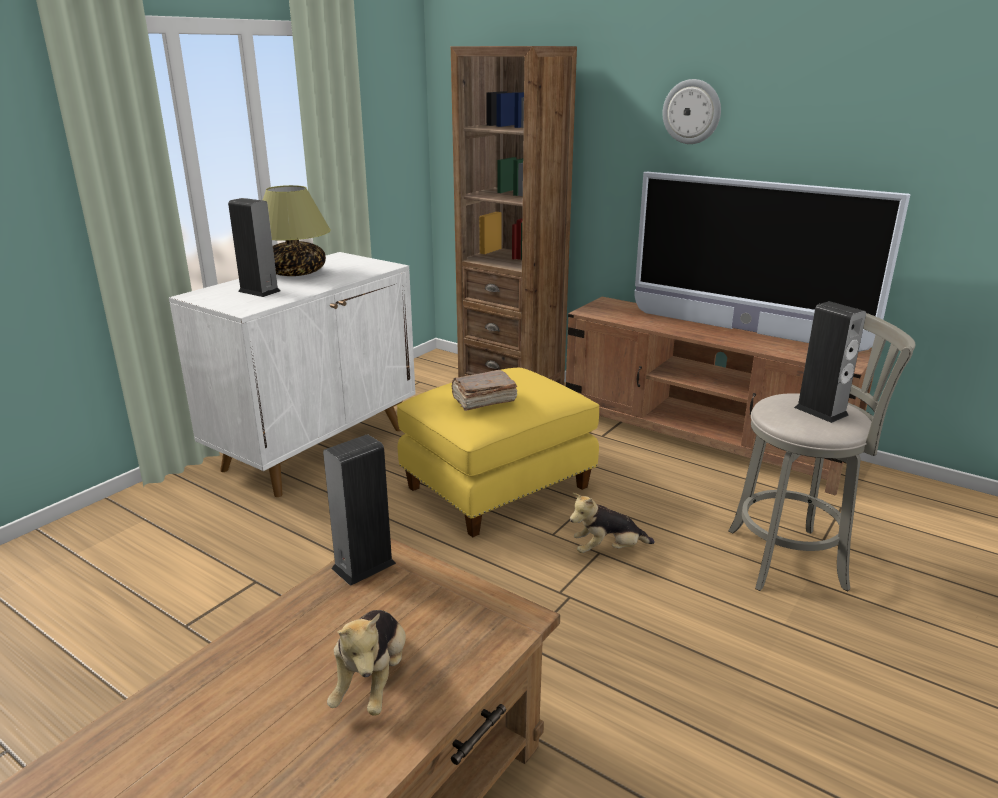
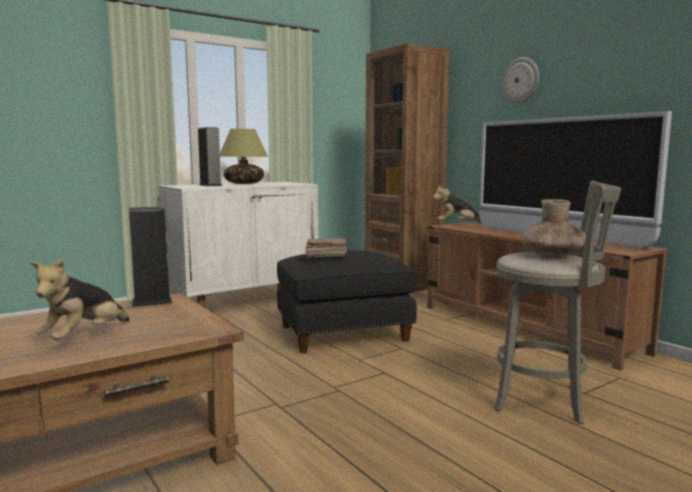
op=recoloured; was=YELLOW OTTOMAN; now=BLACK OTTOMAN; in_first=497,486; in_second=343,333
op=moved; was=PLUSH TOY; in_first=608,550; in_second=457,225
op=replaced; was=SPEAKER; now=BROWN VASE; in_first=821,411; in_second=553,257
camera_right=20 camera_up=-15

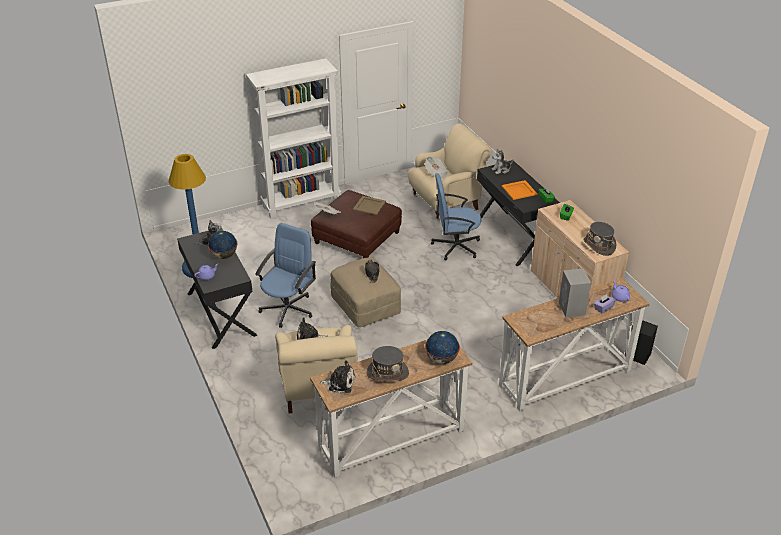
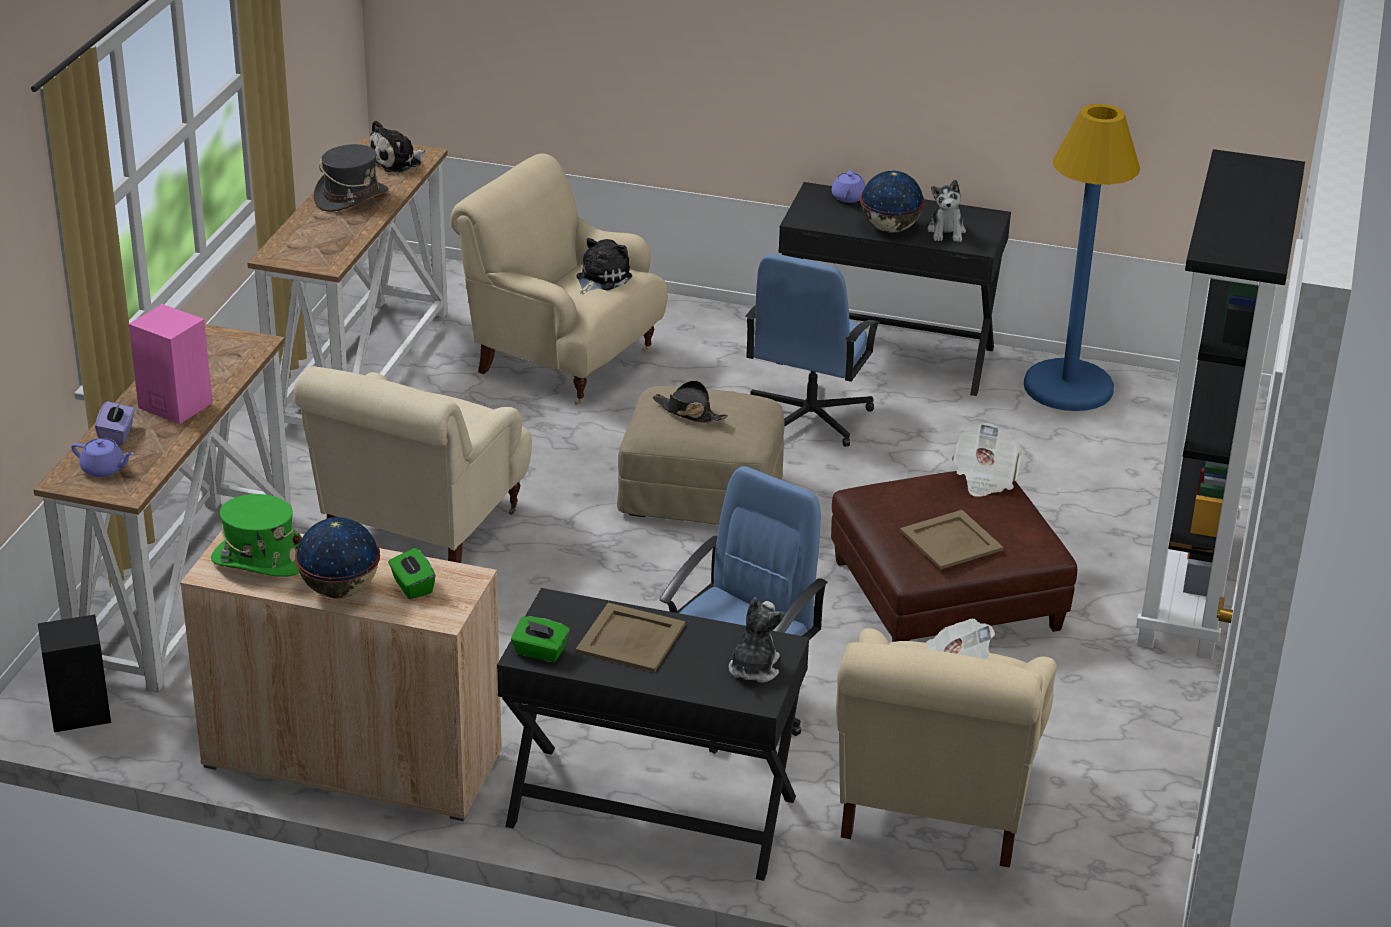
op=recoloured; was=GREY SPEAKER; now=PINK SPEAKER; in_first=572,309; in_second=174,405
op=recoloured; was=GREY HAT; now=GREEN HAT; in_first=599,245; in_second=260,560
op=added; now=BEIGE ARMCHAIR; in_second=420,530
op=moved; was=GLOBE; in_first=441,359; in_second=340,590
op=recoloured; was=ORANGE TRAY; now=BEIGE TRAY; in_first=519,190; in_second=632,638
op=turned; was=BLUE OFFICE CHAIR; in_first=288,309; in_second=808,418; clockwise=45
op=recoloured; was=WHITE BOOKCASE; now=BLACK BOOKCASE; in_first=301,203; in_second=1188,591
camera_right=130 camera_up=-5

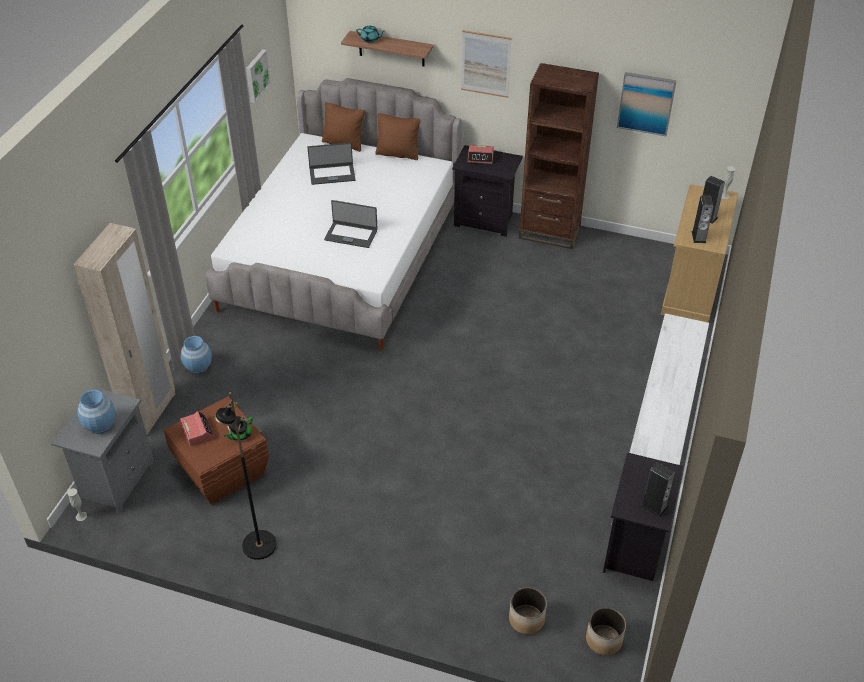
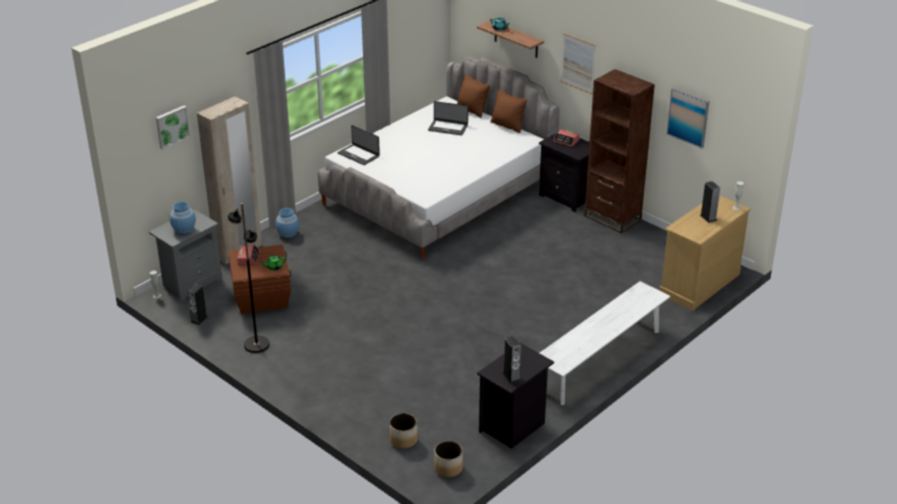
op=moved; was=PICTURE; in_first=256,75; in_second=172,126
op=moved; was=SPEAKER; in_first=698,237; in_second=199,319
op=moved; was=LAPTOP; in_first=351,235; in_second=359,154
camera_right=25 camera_up=-10

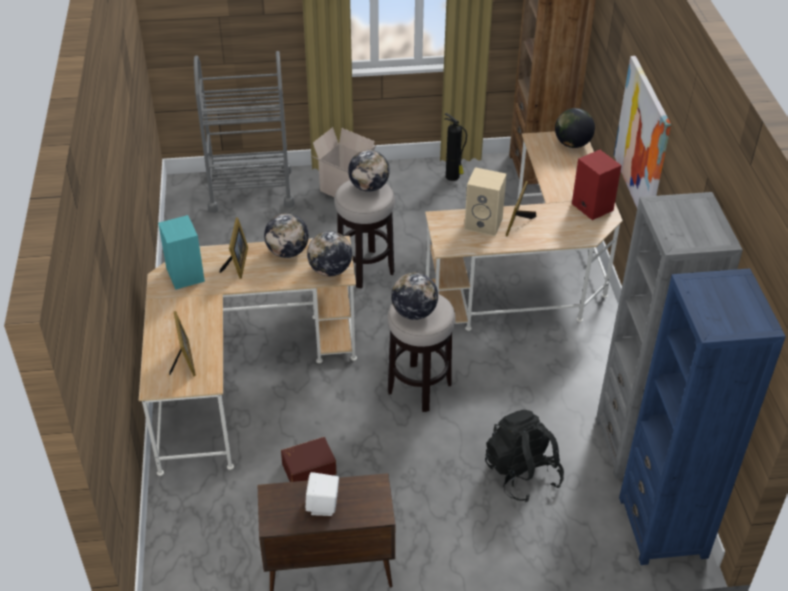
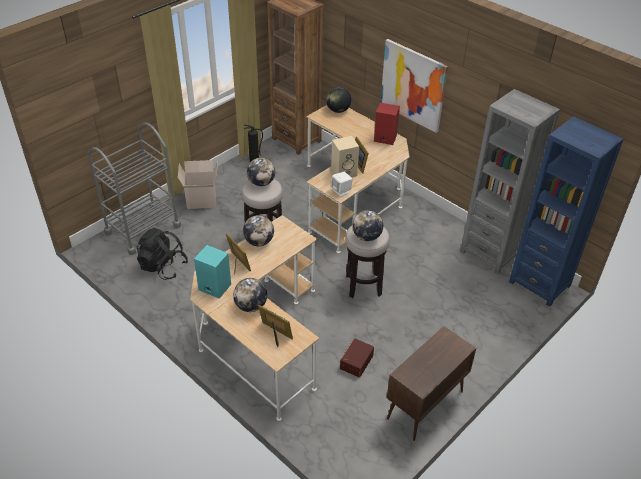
op=moved; was=BLACK BACKPACK; in_first=522,474; in_second=163,267
op=moved; was=GLOBE; in_first=330,270; in_second=251,306
op=moved; was=WHITE SPEAKER; in_first=323,506; in_second=341,191
camera_right=-40 camera_up=0

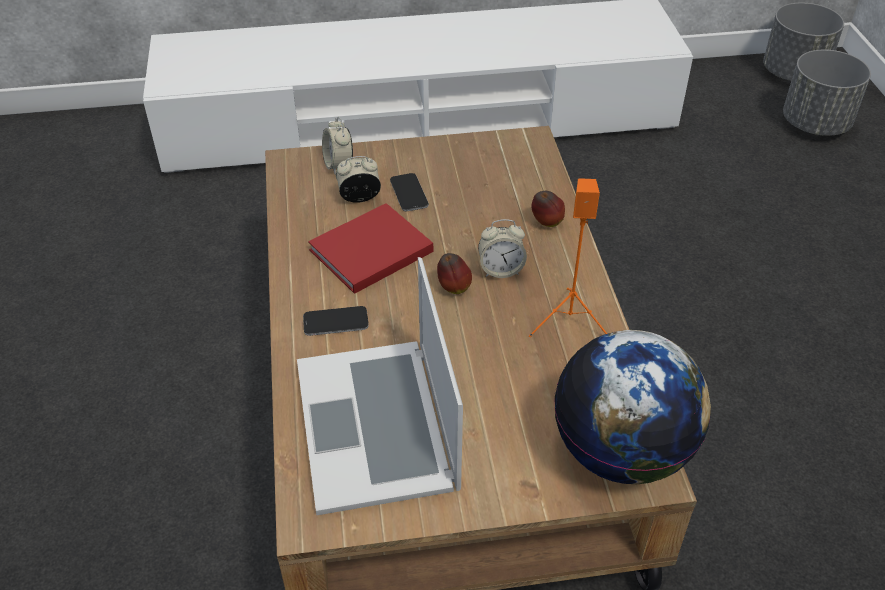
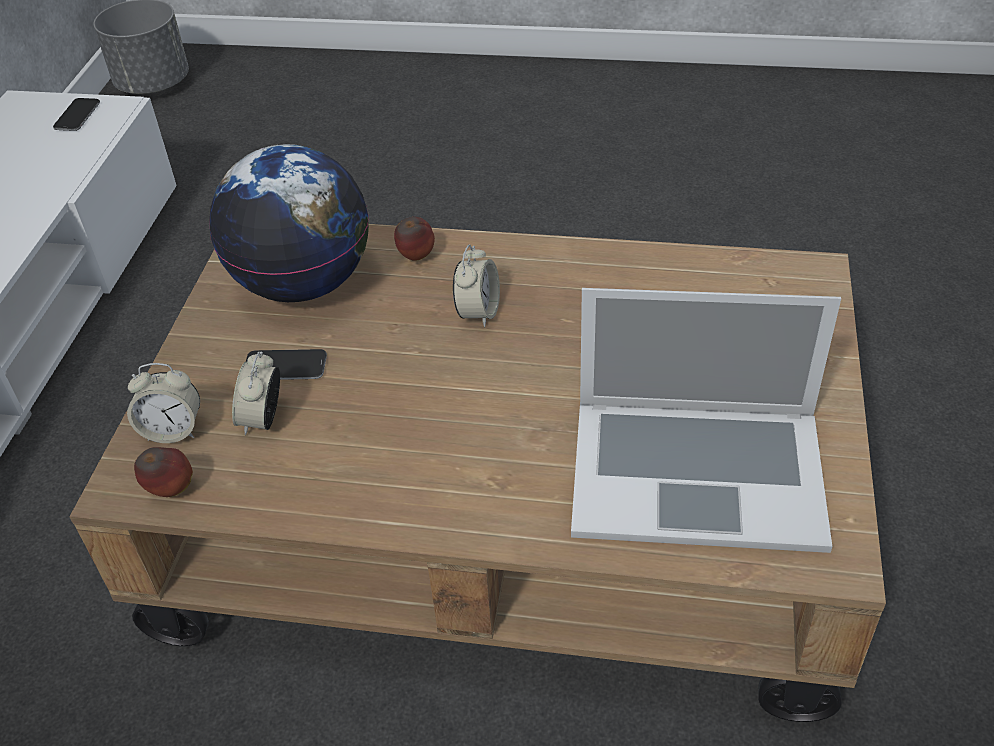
op=moved; was=PHONE; in_first=335,322; in_second=77,116
op=moved; was=APPLE; in_first=453,288; in_second=171,490
op=moved; was=GLOBE; in_first=622,452; in_second=304,283
op=removed; was=RED BOOK; in_first=368,252
op=removed; was=ORANGE SPEAKER; in_first=570,321
op=removed; was=GREY PLANTER; in_first=815,124
camera_right=-70 camera_up=0

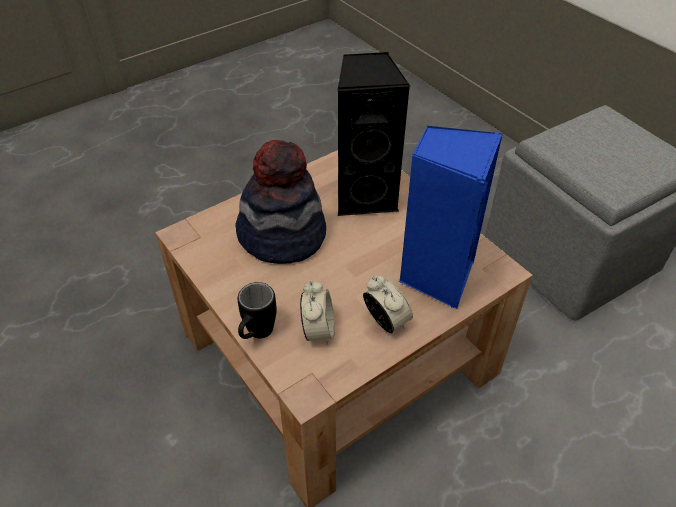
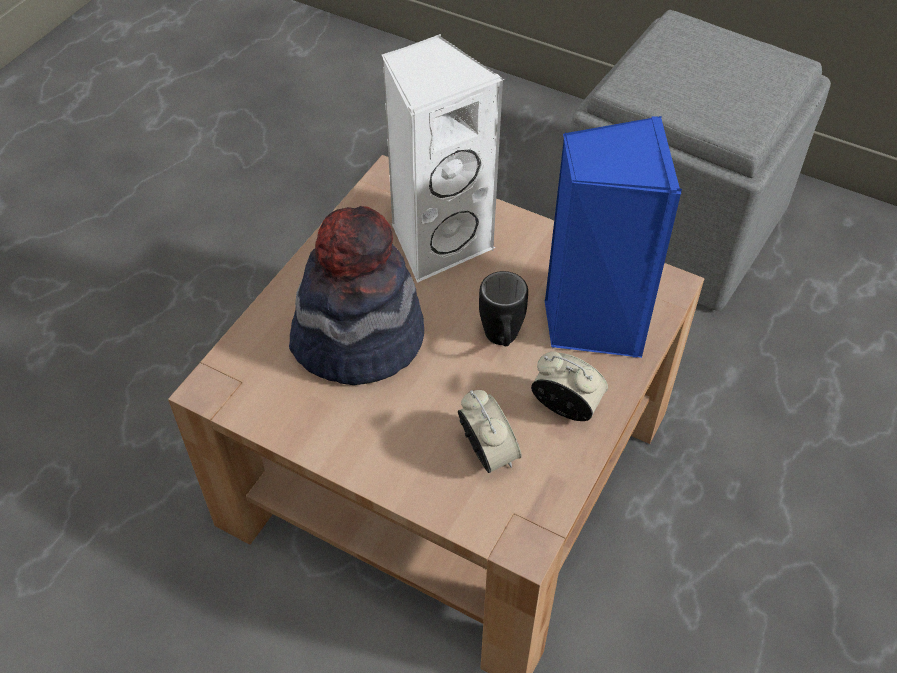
op=recoloured; was=BLACK SPEAKER; now=WHITE SPEAKER; in_first=365,196; in_second=437,241
op=moved; was=BLACK MUG; in_first=256,335; in_second=502,341
camera_right=-25 camera_up=5

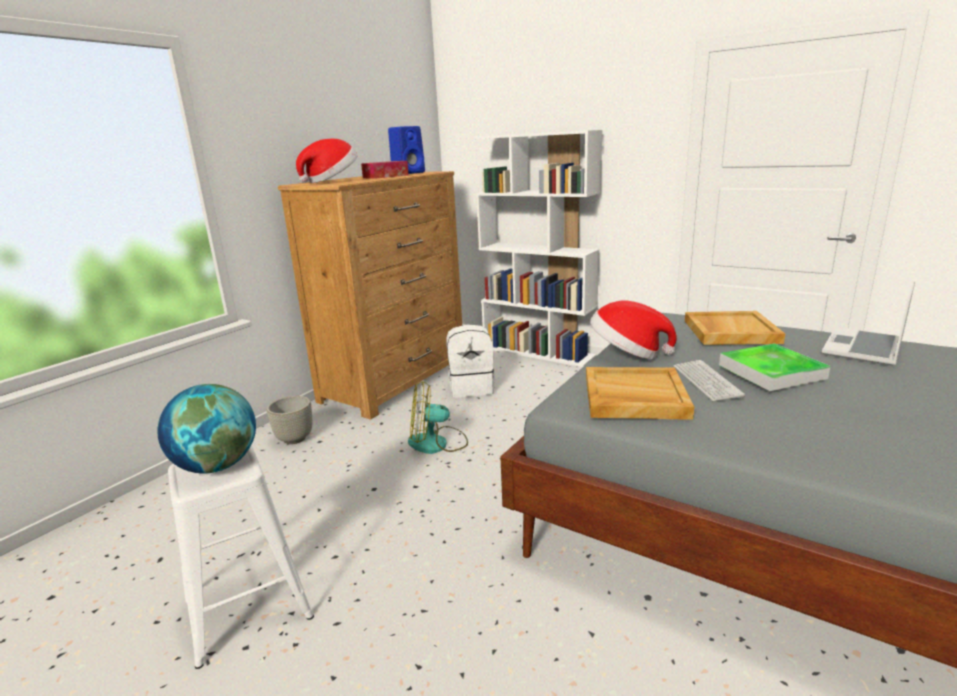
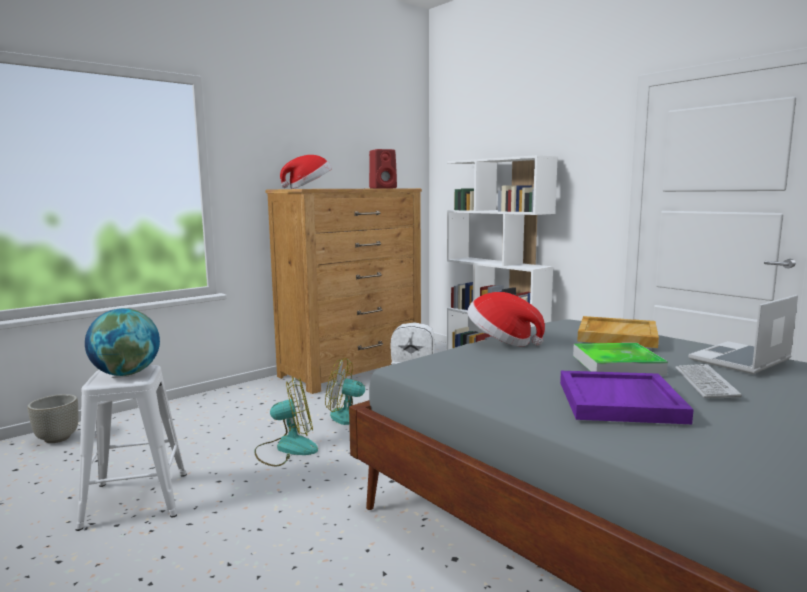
op=moved; was=GREY PLANTER; in_first=295,439; in_second=58,438
op=added; now=FAN; in_second=286,449
op=recoloured; was=BLUE SPEAKER; now=RED SPEAKER; in_first=409,173; in_second=383,188
op=added; now=PURPLE TRAY; in_second=621,402
op=moved; was=KEYBOARD; in_first=706,381; in_second=705,382
op=removed; was=TISSUE BOX; in_first=385,176
op=removed; was=BEIGE TRAY; in_first=633,397
camera_right=15 camera_up=-10

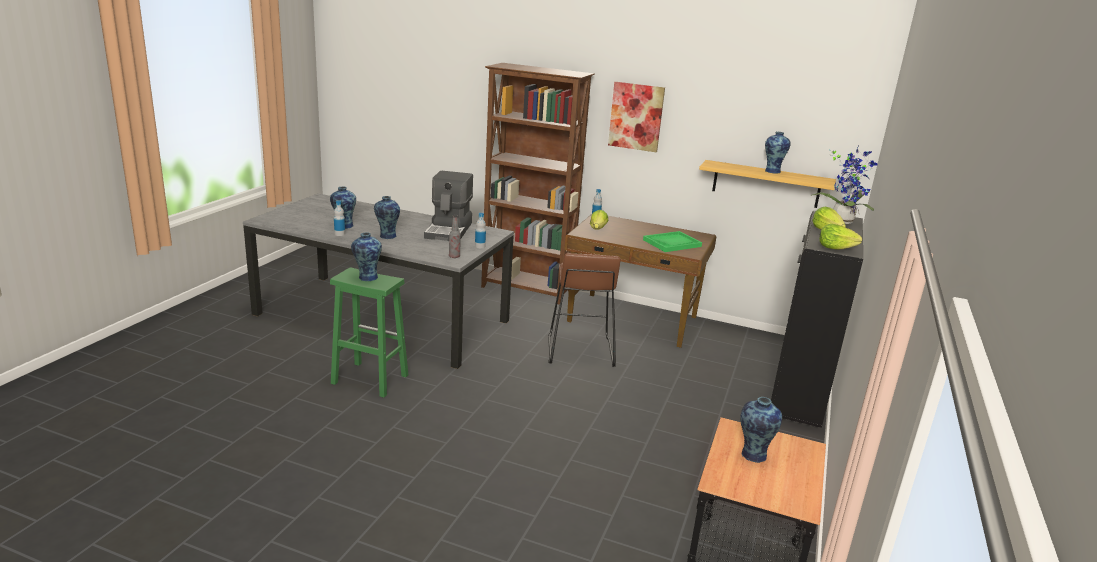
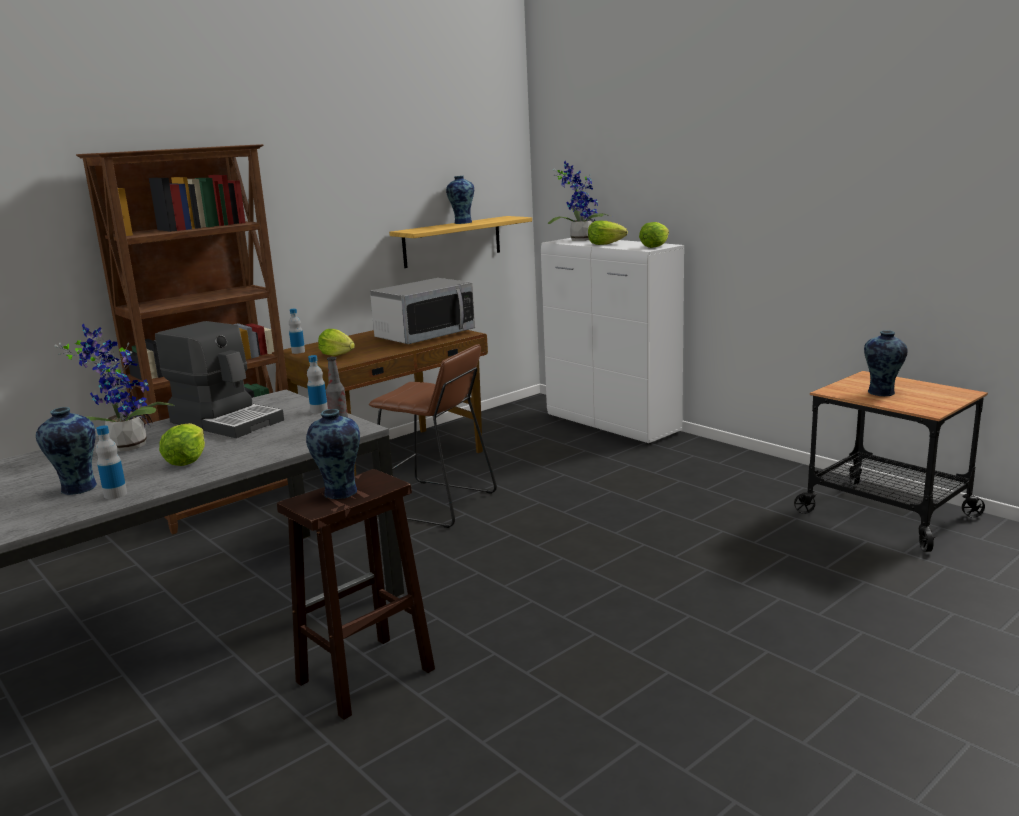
op=added; now=POTTED PLANT; in_second=125,445
op=replaced; was=VASE; now=LETTUCE; in_first=387,236; in_second=186,461
op=recoloured; was=GREEN STOOL; now=BROWN STOOL; in_first=369,379; in_second=364,677
op=replaced; was=GREEN TRAY; now=MICROWAVE; in_first=672,243; in_second=425,335
op=recoloured; was=BLACK CABINET; now=WHITE CABINET; in_first=798,392; in_second=613,425
op=removed; was=PICTURE; in_first=636,116
camera_right=-60 camera_up=-5

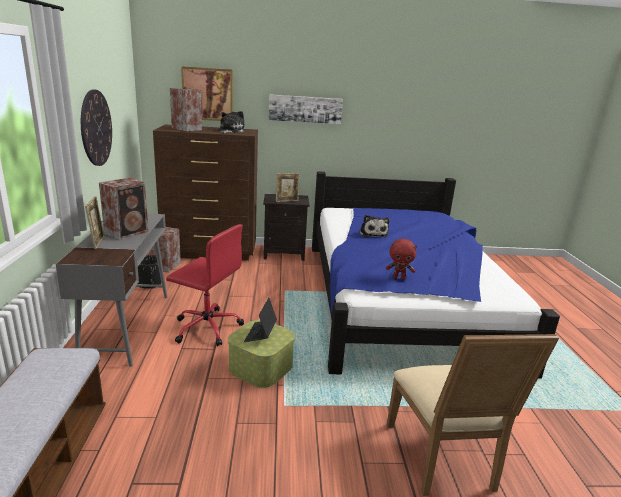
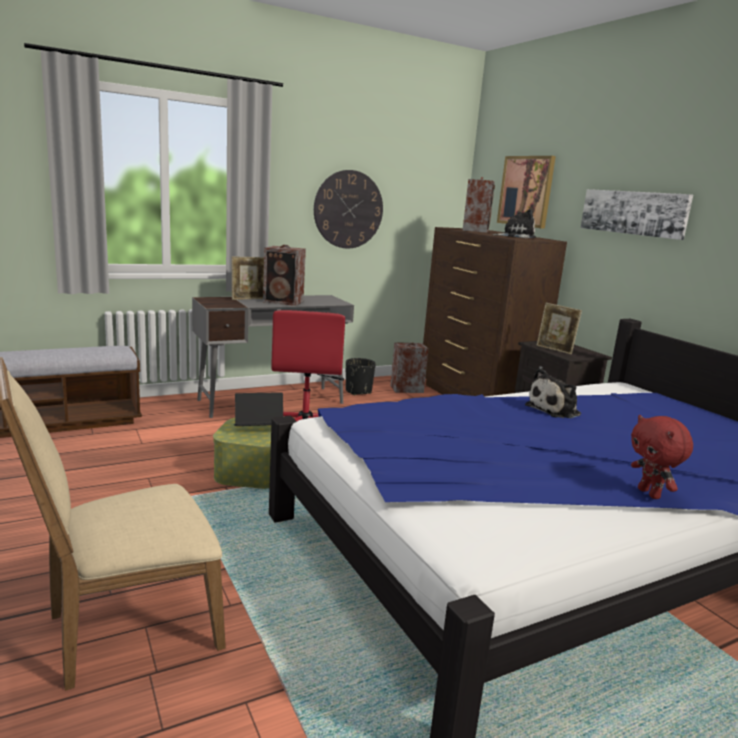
op=moved; was=RED PLUSH TOY; in_first=399,278; in_second=650,494
camera_right=65 camera_up=-5

